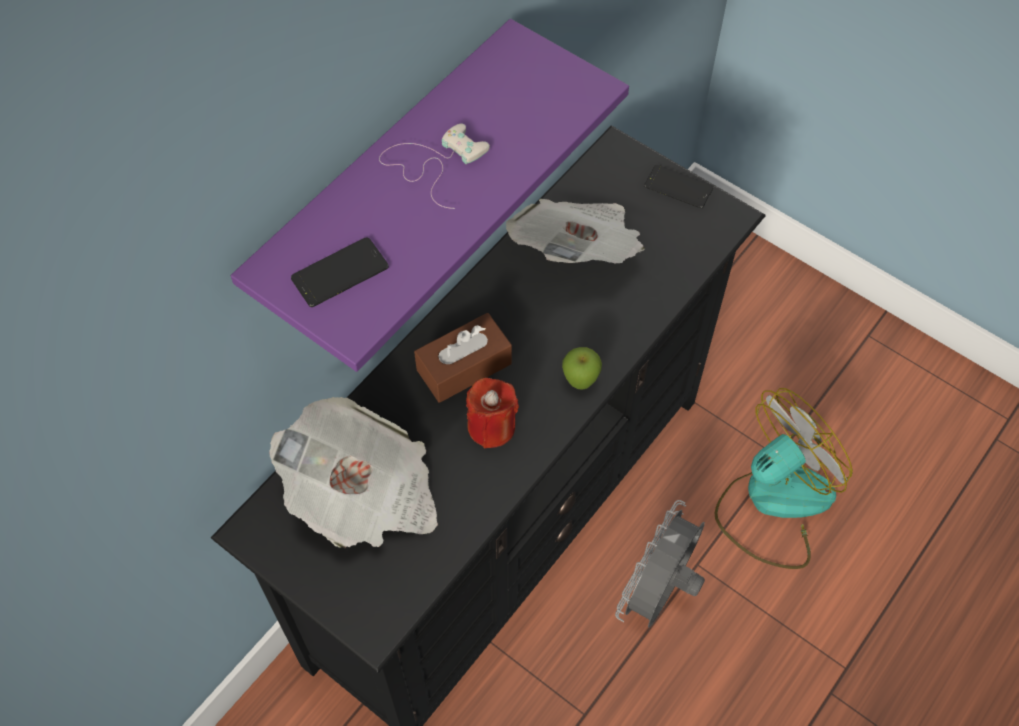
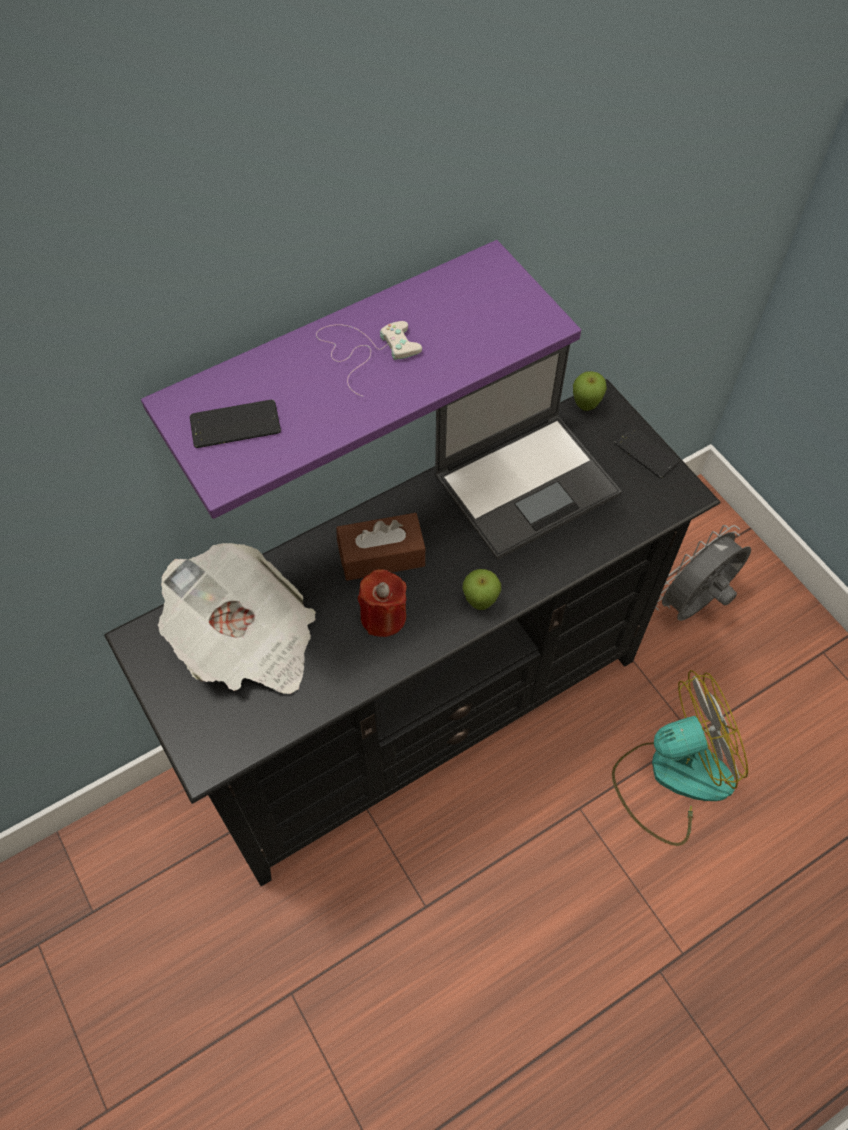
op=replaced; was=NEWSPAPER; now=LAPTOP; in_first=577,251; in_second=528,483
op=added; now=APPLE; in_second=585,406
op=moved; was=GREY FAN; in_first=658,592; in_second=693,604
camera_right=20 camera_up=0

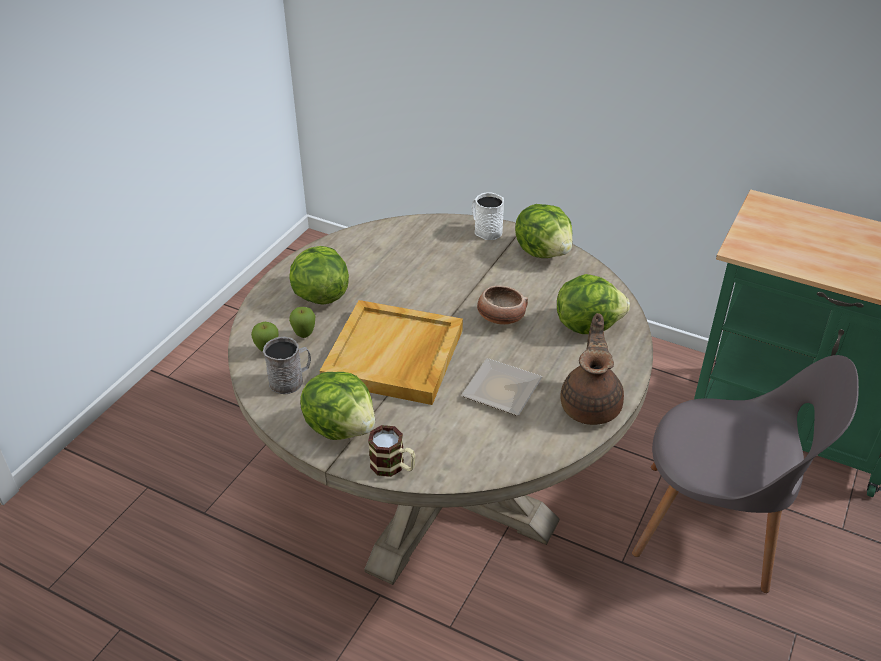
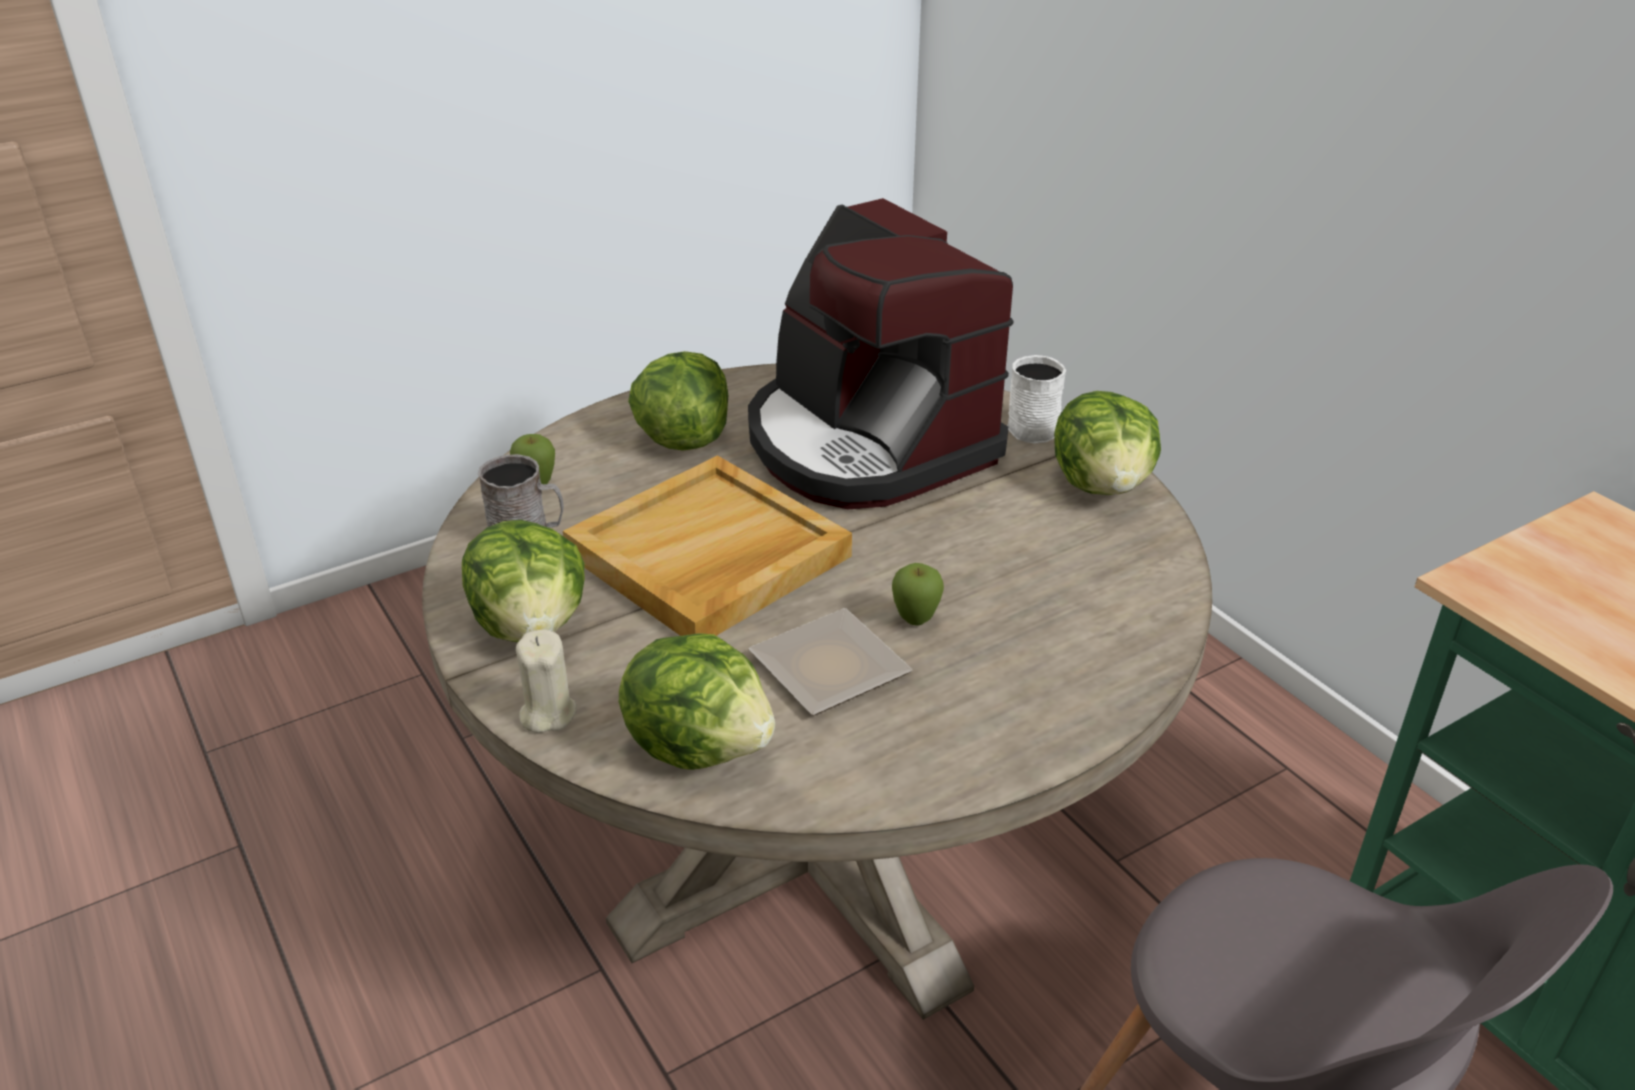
op=replaced; was=MUG; now=BEIGE CANDLE; in_first=393,466; in_second=548,713
op=moved; was=LETTUCE; in_first=587,324; in_second=700,745
op=added; now=COFFEE MACHINE; in_second=867,443
op=moved; was=APPLE; in_first=304,335; in_second=915,621
op=removed; was=BOWL; in_first=500,318
op=removed; was=BROWN TEAPOT; in_first=591,405
camera_right=30 camera_up=-5

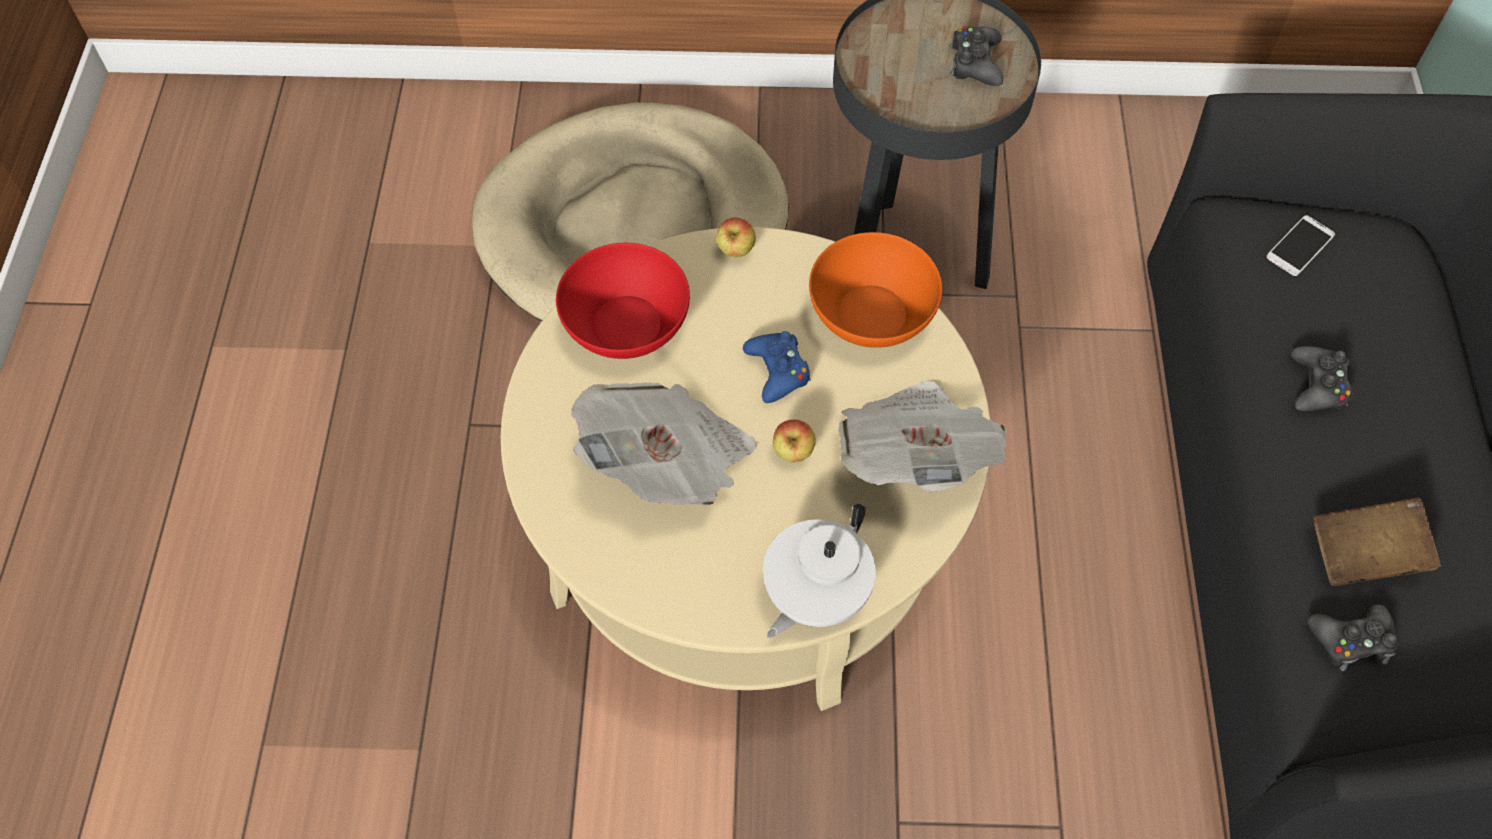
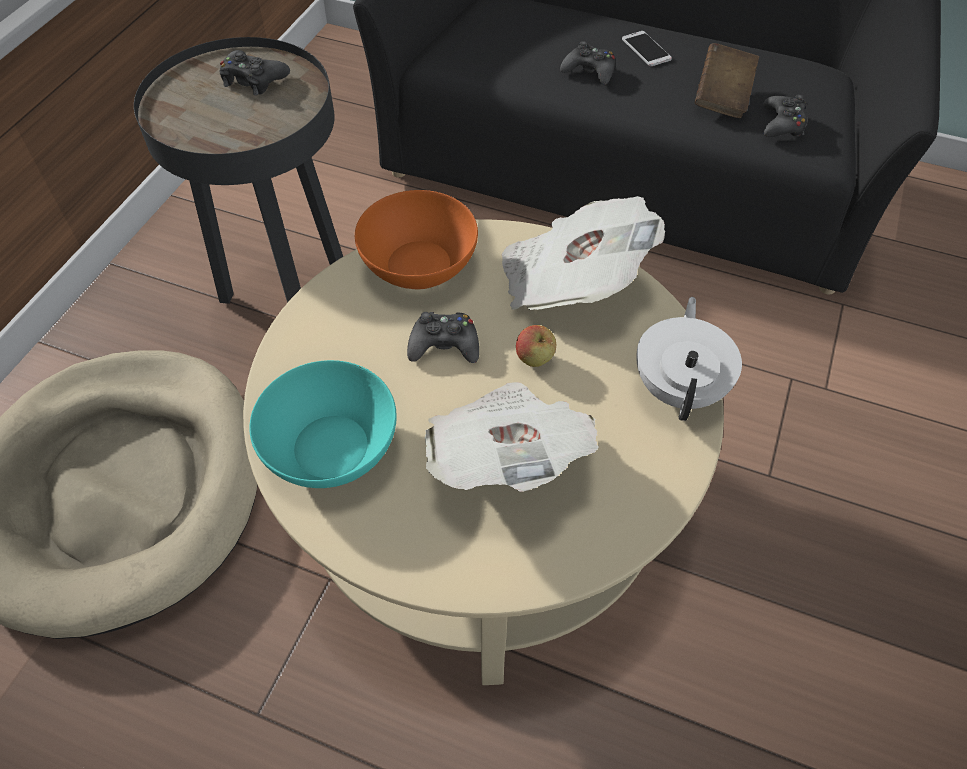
op=recoloured; was=RED BOWL; now=TURQUOISE BOWL; in_first=627,325; in_second=331,447
op=recoloured; was=BLUE GAME CONTROLLER; now=BLACK GAME CONTROLLER; in_first=778,371; in_second=444,345
op=moved; was=PHONE; in_first=1300,246; in_second=646,49
op=turned; was=WHITE TEAPOT; in_first=814,595; in_second=680,387; clockwise=-135
op=removed; was=APPLE; in_first=736,251
camera_right=-70 camera_up=-5

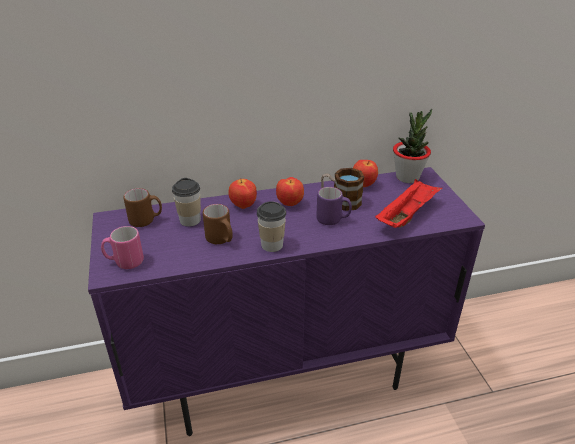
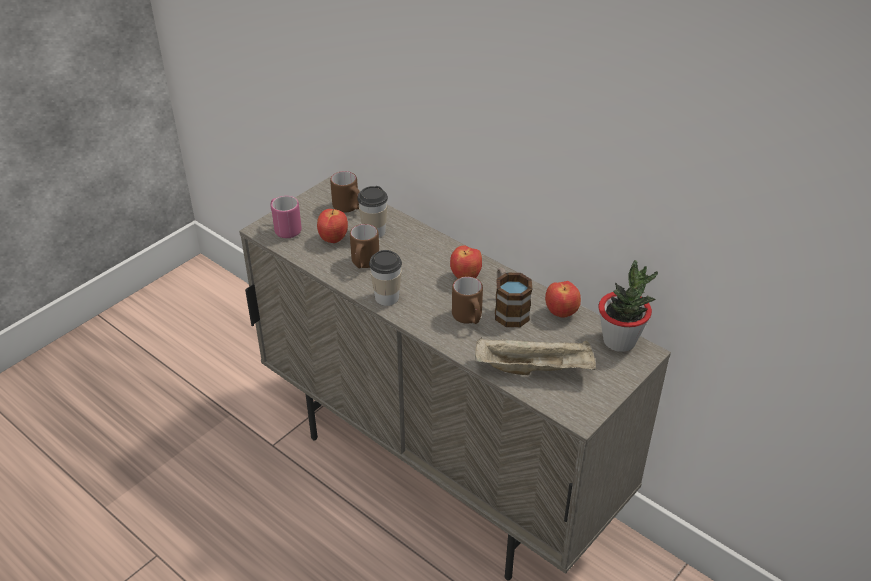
op=recoloured; was=PURPLE CABINET; now=BEIGE CABINET; in_first=287,376; in_second=439,473
op=moved; was=APPLE; in_first=243,206; in_second=333,239
op=recoloured; was=PURPLE MUG; now=BROWN MUG; in_first=333,220; in_second=469,318
op=recoloured; was=RED TRAY; now=BEIGE TRAY; in_first=406,215; in_second=535,368
camera_right=55 camera_up=5

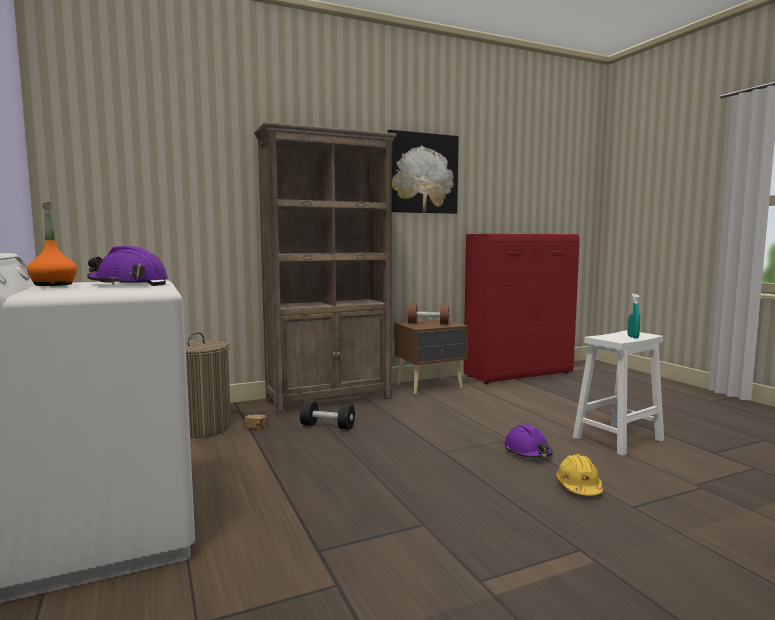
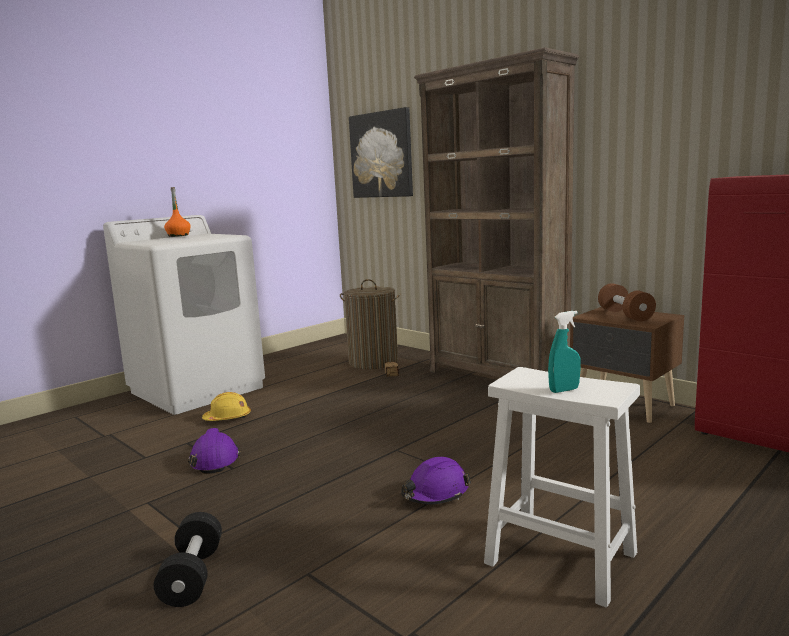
op=moved; was=BLACK DUMBBELL; in_first=327,426; in_second=193,576
op=moved; was=PURPLE HARD HAT; in_first=128,284; in_second=215,460
op=moved; was=YELLOW HARD HAT; in_first=578,487; in_second=228,418
op=moved; was=PICTURE; in_first=422,173; in_second=382,155
camera_right=70 camera_up=5

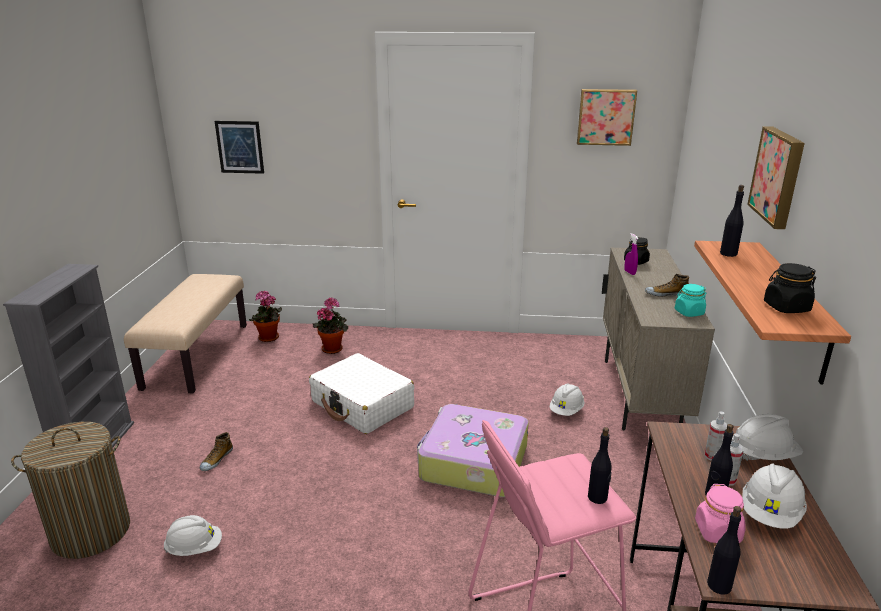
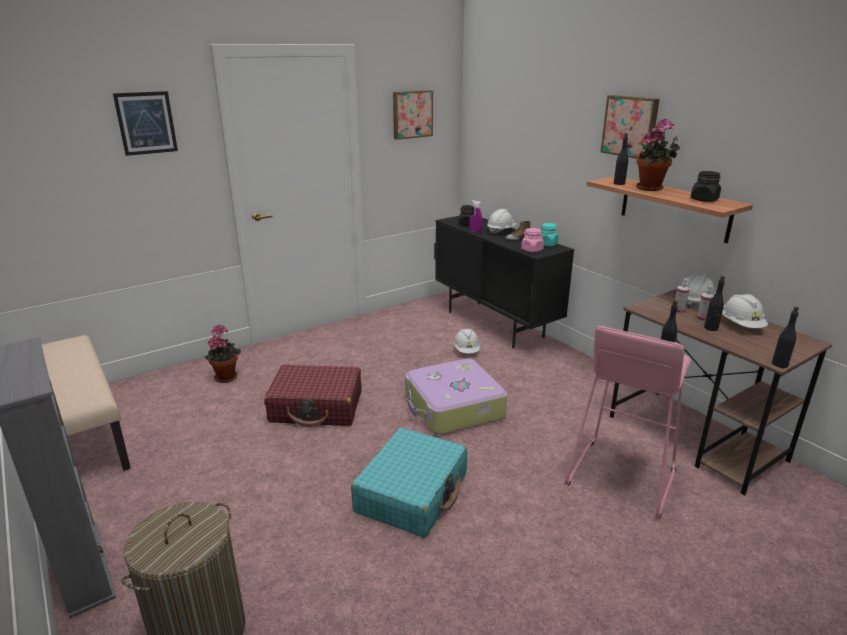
op=moved; was=PICTURE; in_first=240,147; in_second=146,123
op=recoloured; was=WHITE SUITCASE; now=RED SUITCASE; in_first=362,405; in_second=317,407
op=added; now=TURQUOISE SUITCASE; in_second=412,493
op=recoloured; was=BEIGE CABINET; now=BLACK CABINET; in_first=639,395; in_second=495,324
op=moved; was=WHITE HARD HAT; in_first=195,548; in_second=501,231
op=moved; was=PINK JAR; in_first=718,532; in_second=532,250
op=moved; was=POTTED PLANT; in_first=268,338; in_second=651,188
op=removed; was=SHOE; in_first=216,459
camera_right=-40 camera_up=0

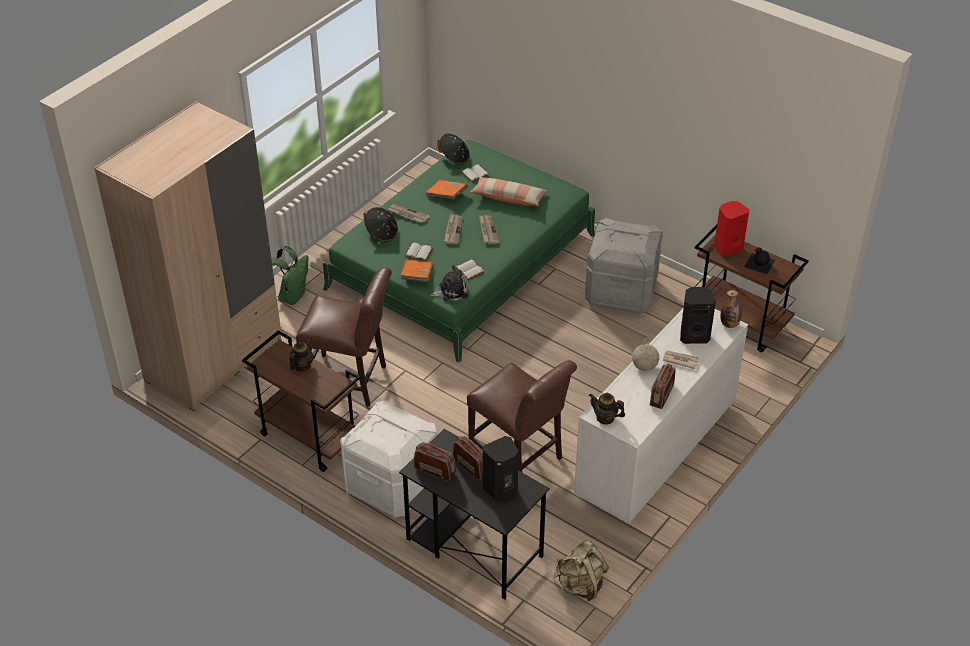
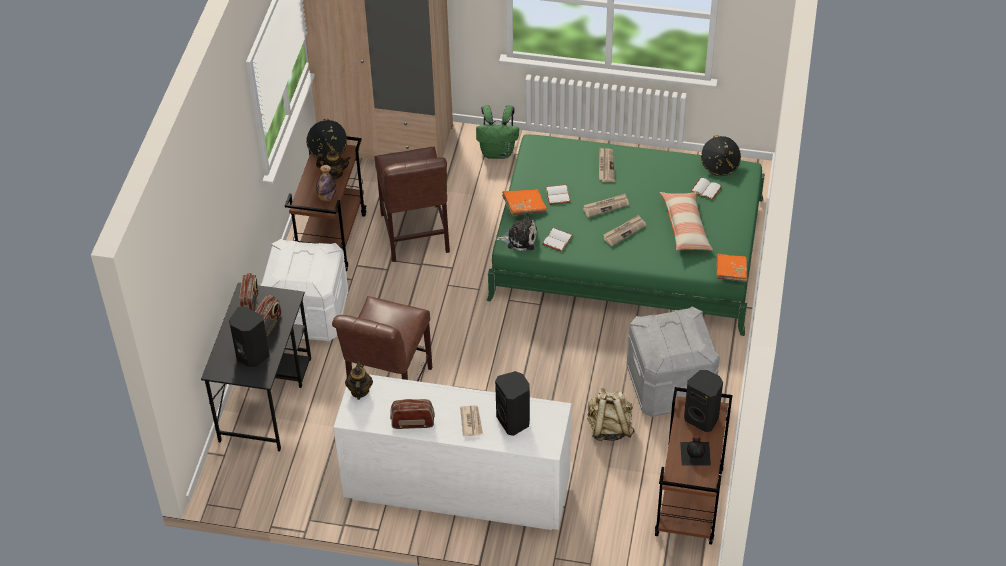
op=moved; was=BLACK HAT; in_first=381,233; in_second=328,149
op=moved; was=BOTTLE; in_first=729,324; in_second=326,197
op=turned; was=PLUSH TOY; in_first=451,291; in_second=519,238; clockwise=-45
op=moved; was=BEIGE BACKPACK; in_first=580,585; in_second=609,428
op=recoloured; was=RED SPEAKER; now=BLACK SPEAKER; in_first=727,248; in_second=702,418
op=moved; was=ORANGE BOOK; in_first=446,195; in_second=731,273
op=removed; was=GLOBE; in_first=645,367
camera_right=65 camera_up=5

